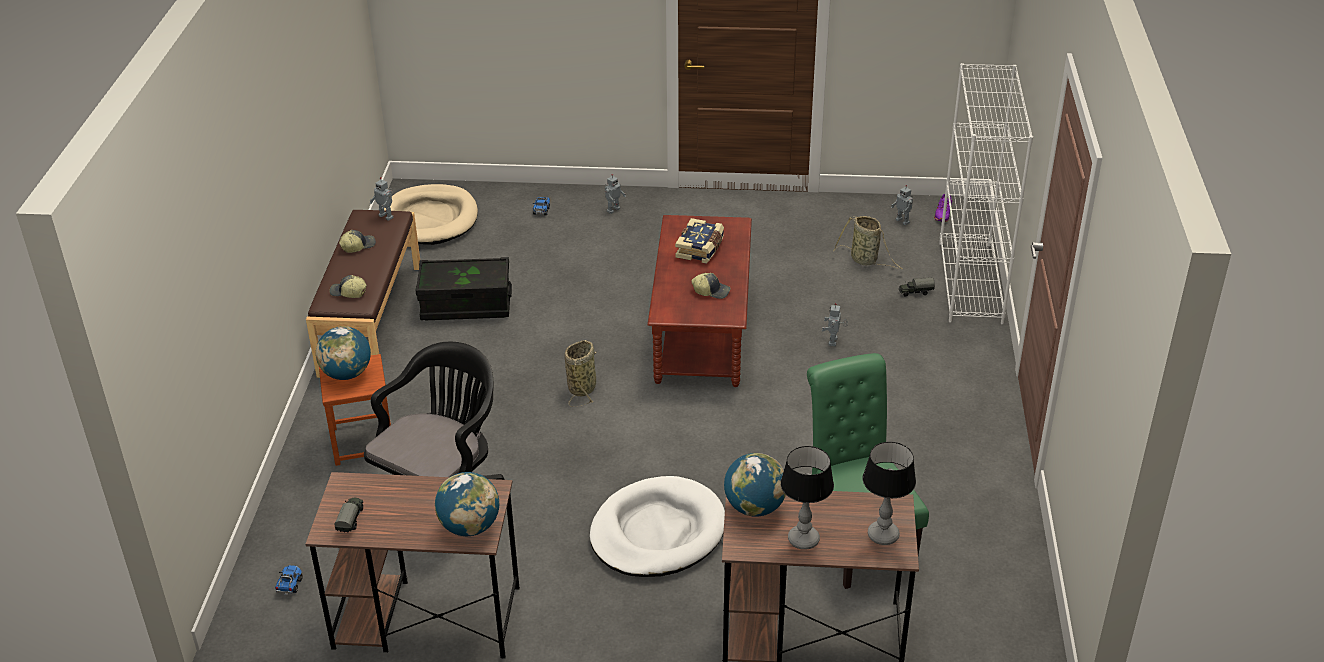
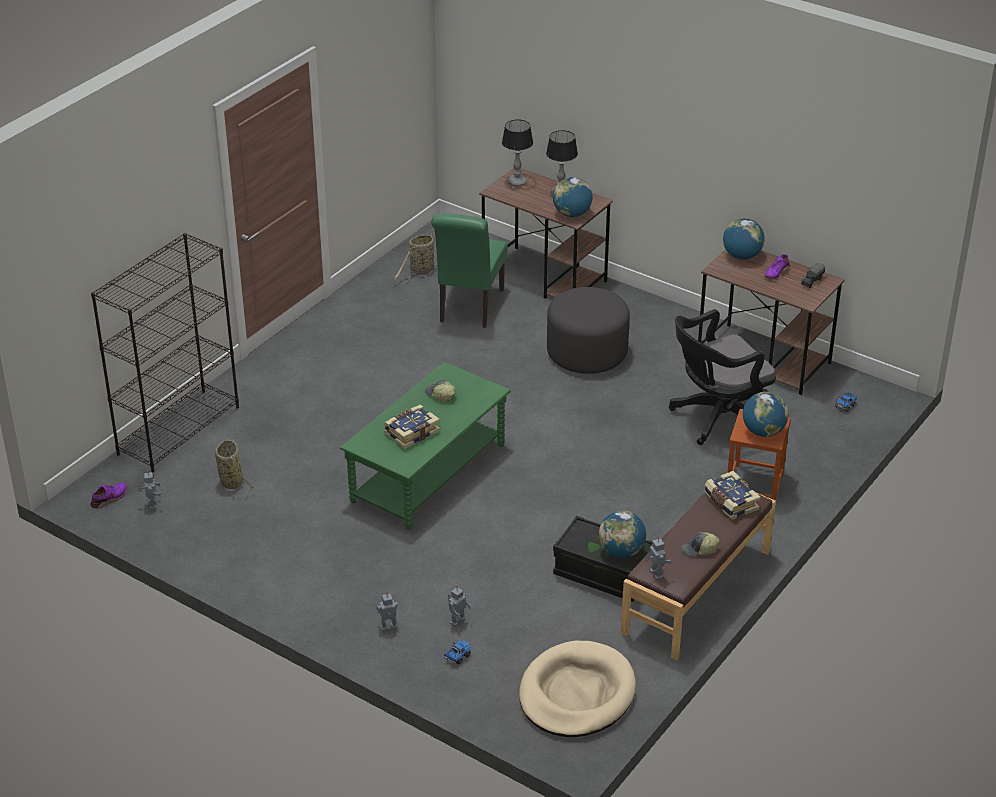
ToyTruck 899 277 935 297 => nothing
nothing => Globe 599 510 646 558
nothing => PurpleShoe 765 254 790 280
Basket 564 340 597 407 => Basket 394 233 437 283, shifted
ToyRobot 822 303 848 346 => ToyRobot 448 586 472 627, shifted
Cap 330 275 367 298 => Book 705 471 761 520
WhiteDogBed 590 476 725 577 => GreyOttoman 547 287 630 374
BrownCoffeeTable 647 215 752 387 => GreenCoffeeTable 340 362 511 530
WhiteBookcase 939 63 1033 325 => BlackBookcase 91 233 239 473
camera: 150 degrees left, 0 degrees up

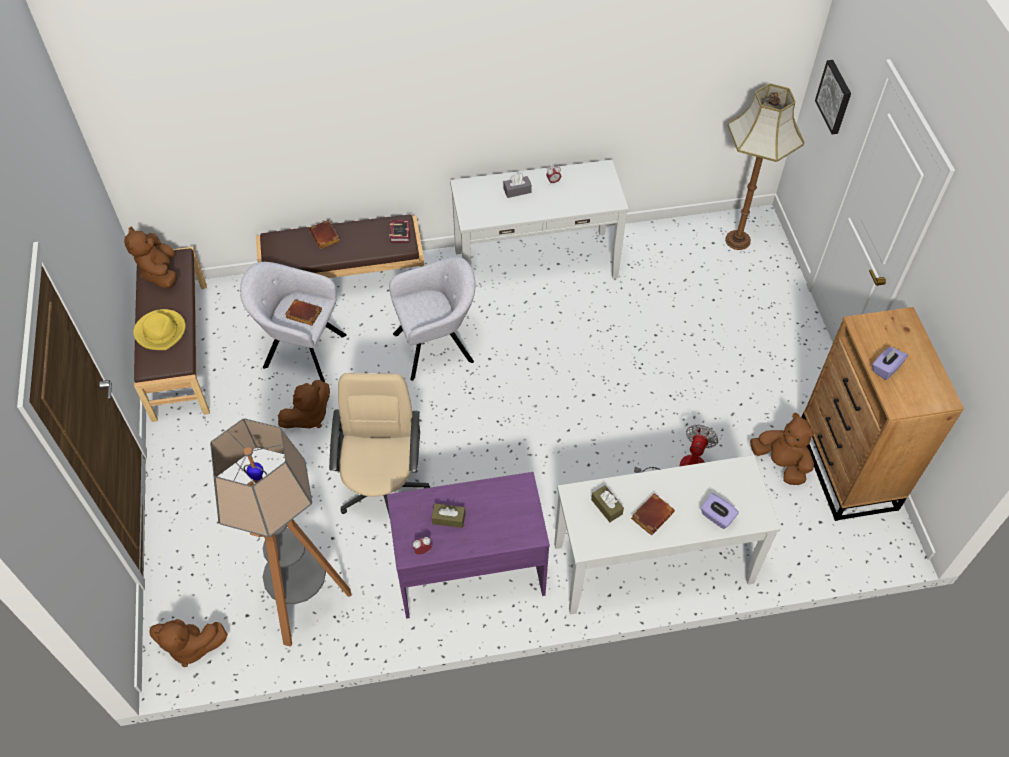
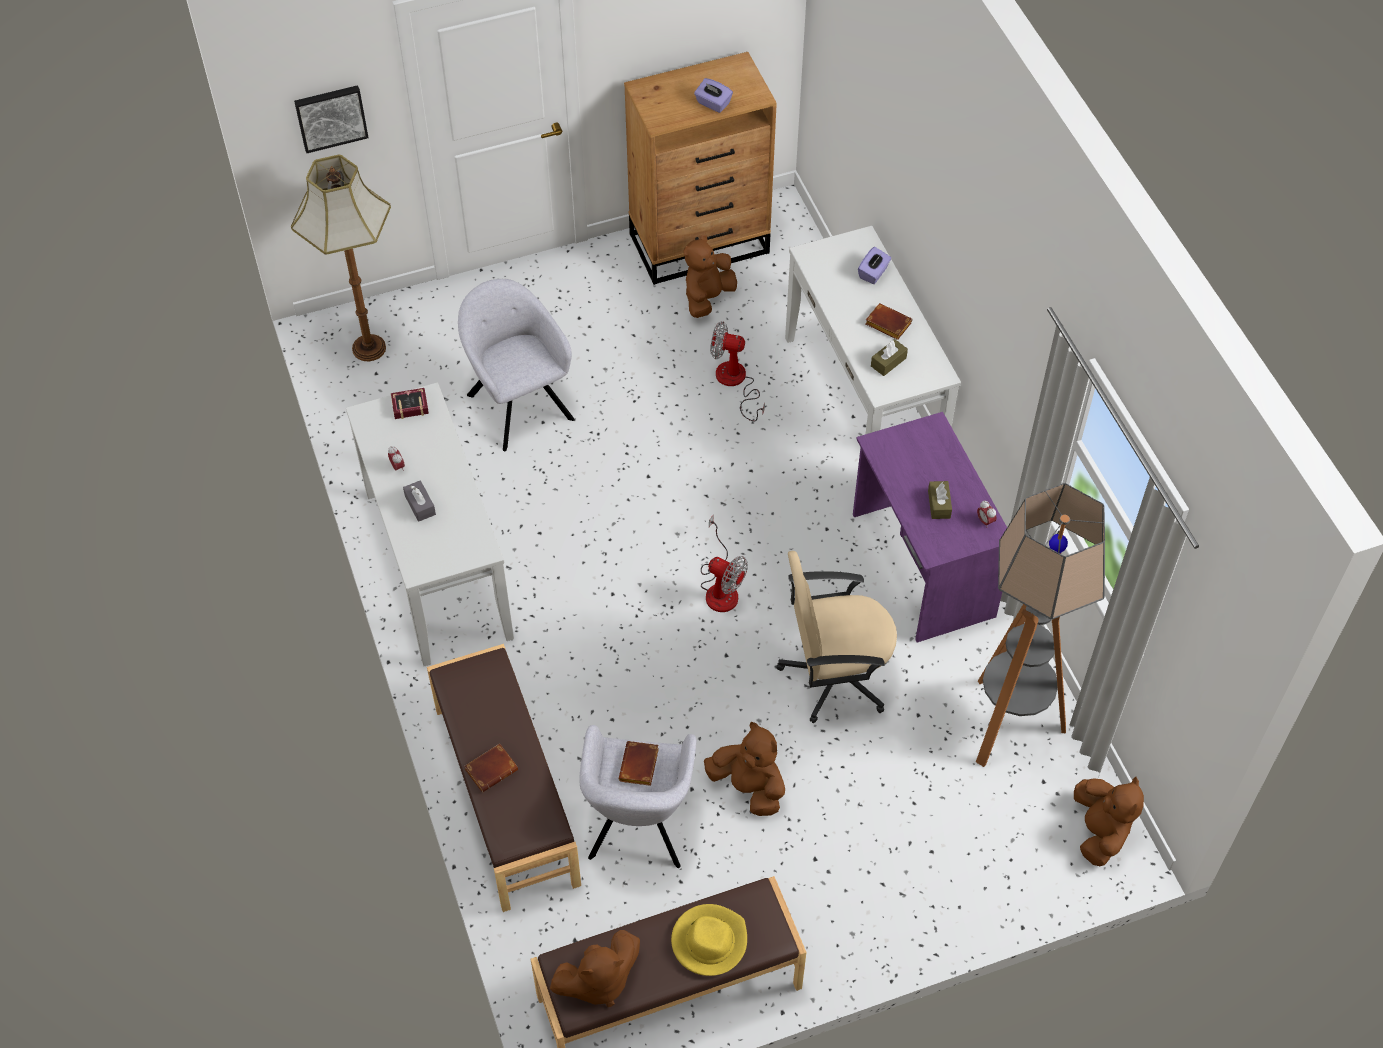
nothing => Fan 701 514 748 612
Book 389 220 410 243 => Book 391 388 429 419, shifted
GreyArmchair 389 257 475 381 => GreyArmchair 458 279 575 451, shifted
camera: 100 degrees left, 0 degrees up

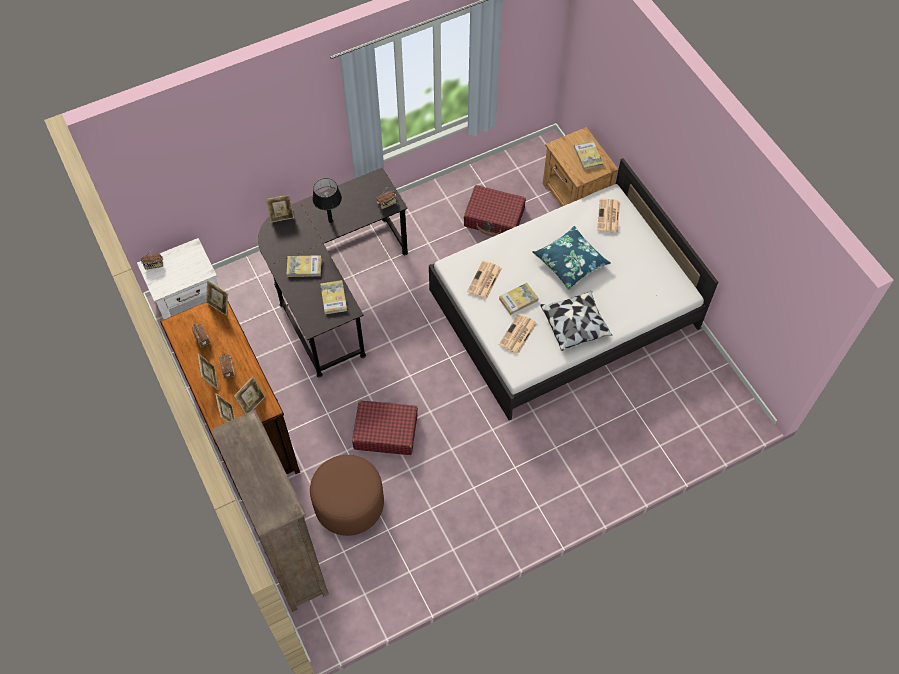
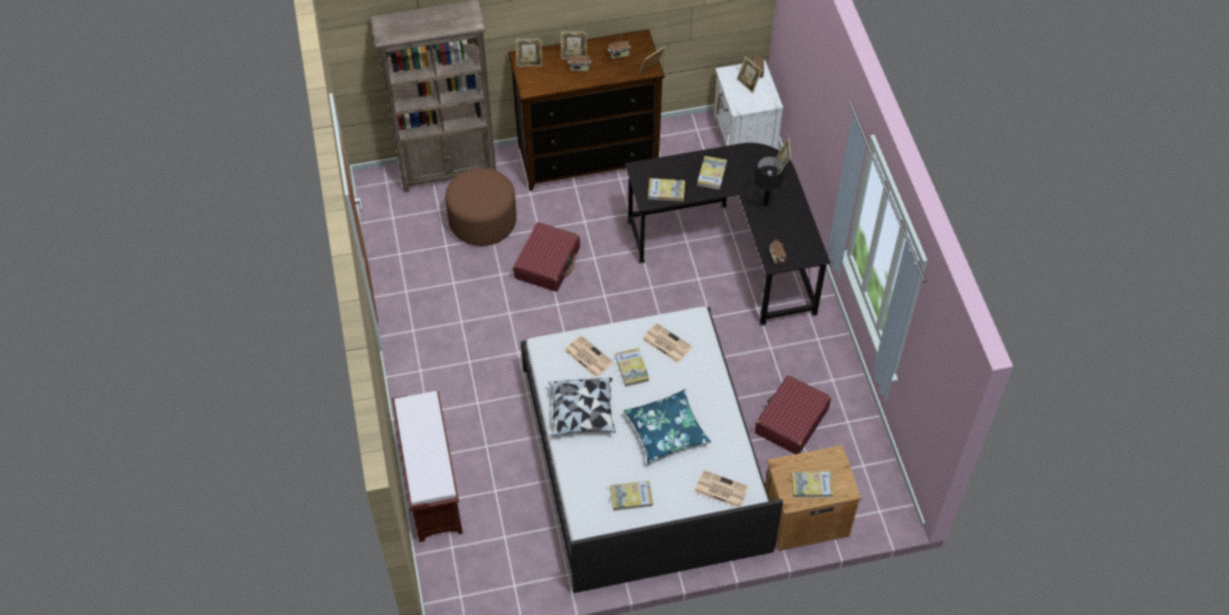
nothing => BrownBench 392 391 463 542
nothing => Book 610 481 653 511
PictureFrame 234 376 266 414 => PictureFrame 737 56 762 93, shifted
camera: 105 degrees right, 5 degrees down

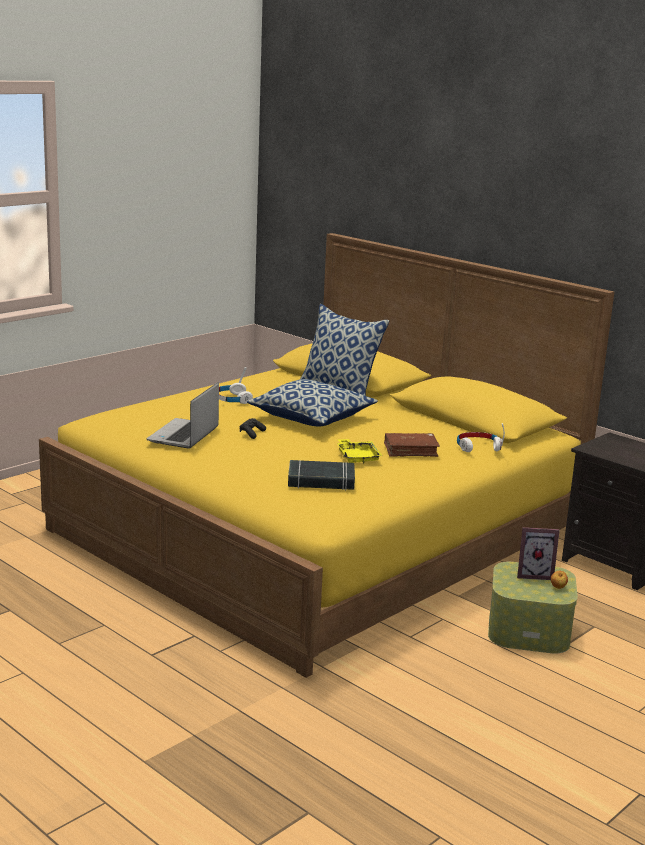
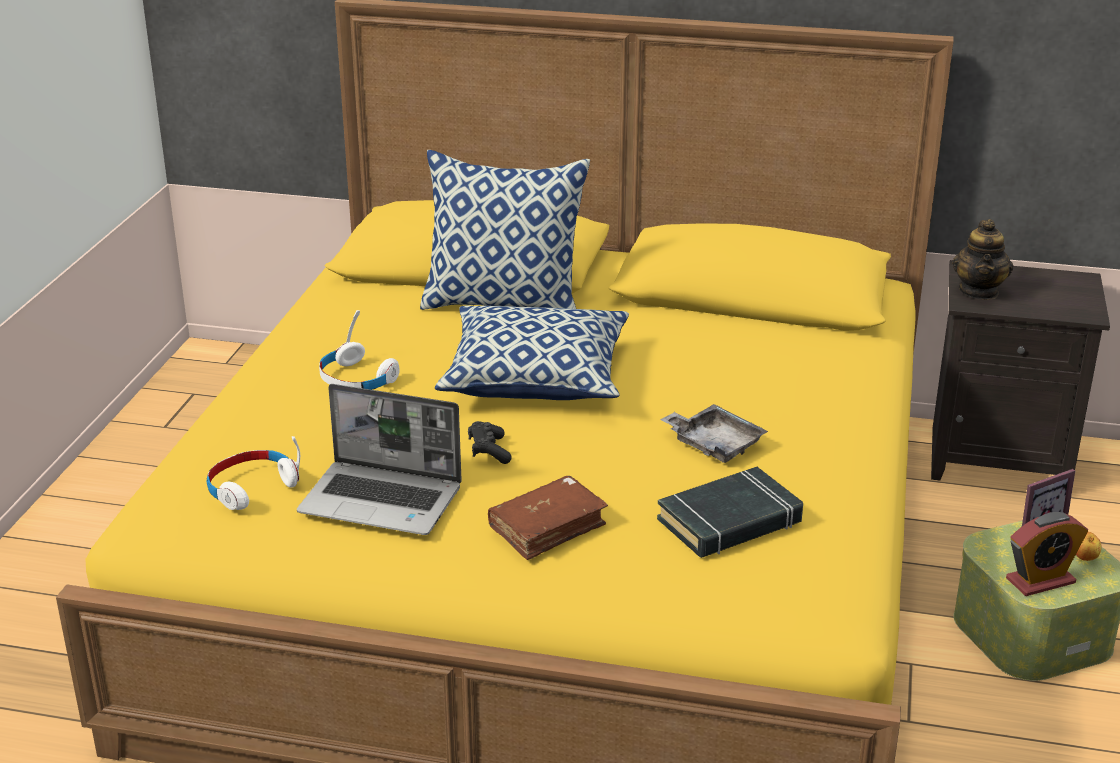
nothing => Teapot 952 219 1014 300
nothing => AlarmClock 1006 512 1088 596
BrownBook 384 433 440 457 => BrownBook 488 476 608 560, shifted
WhiteHeadphones 457 423 505 452 => WhiteHeadphones 207 436 300 510, shifted
YellowTray 337 439 382 463 => GreyTray 660 404 768 463
Laptop 147 382 219 449 => Laptop 297 384 462 535, 60 degrees counterclockwise
camera: 30 degrees left, 10 degrees up

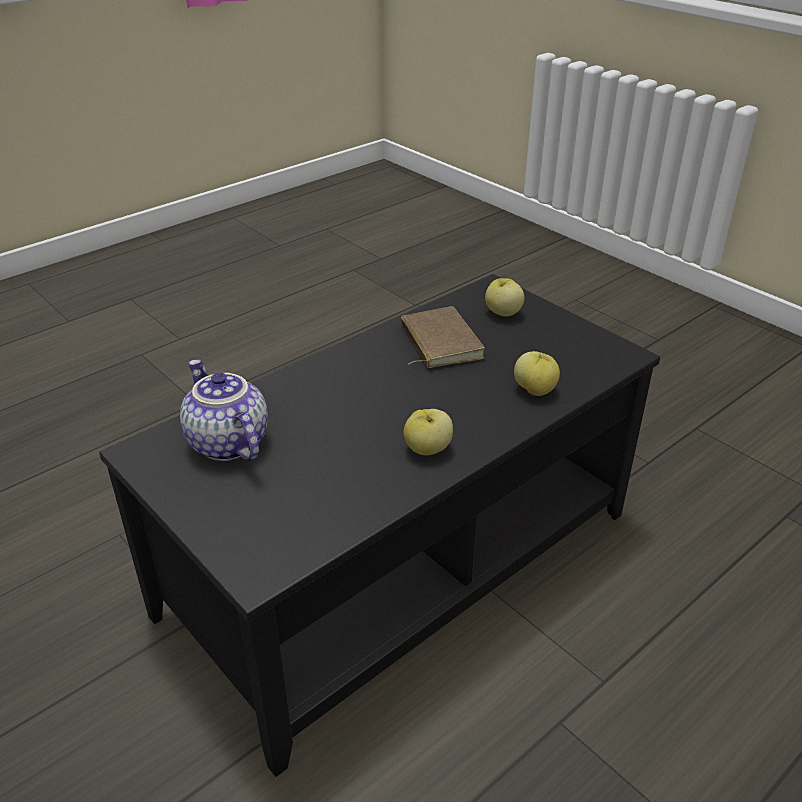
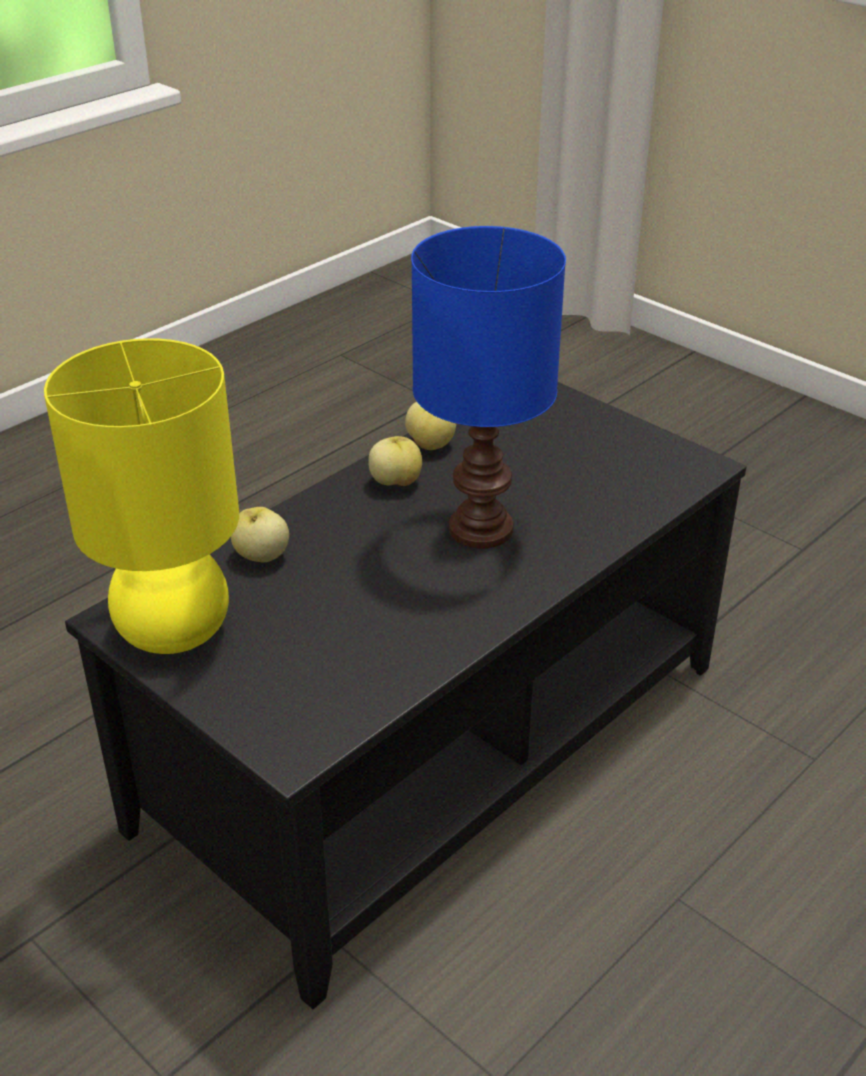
Teapot 180 359 268 461 => nothing
BrownBook 401 306 484 368 => nothing
nothing => YellowTableLamp 44 338 239 654
nothing => BlueTableLamp 411 226 566 548
Apple 485 278 524 317 => Apple 405 402 456 450, shifted
camera: 175 degrees right, 0 degrees up

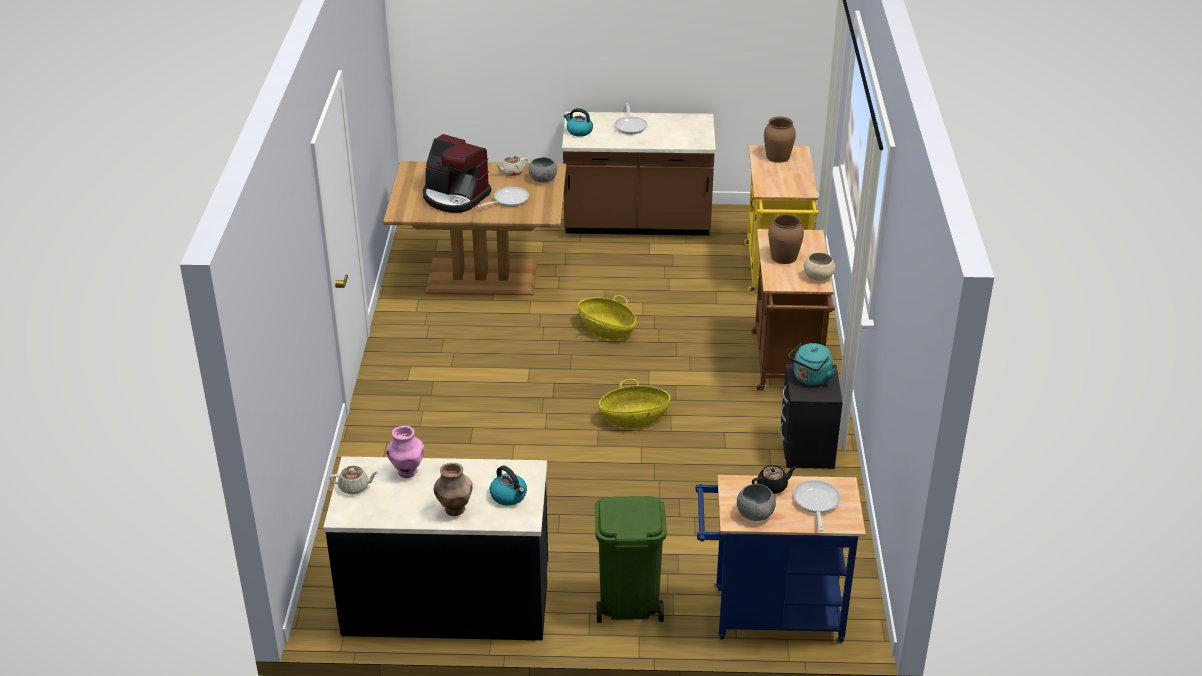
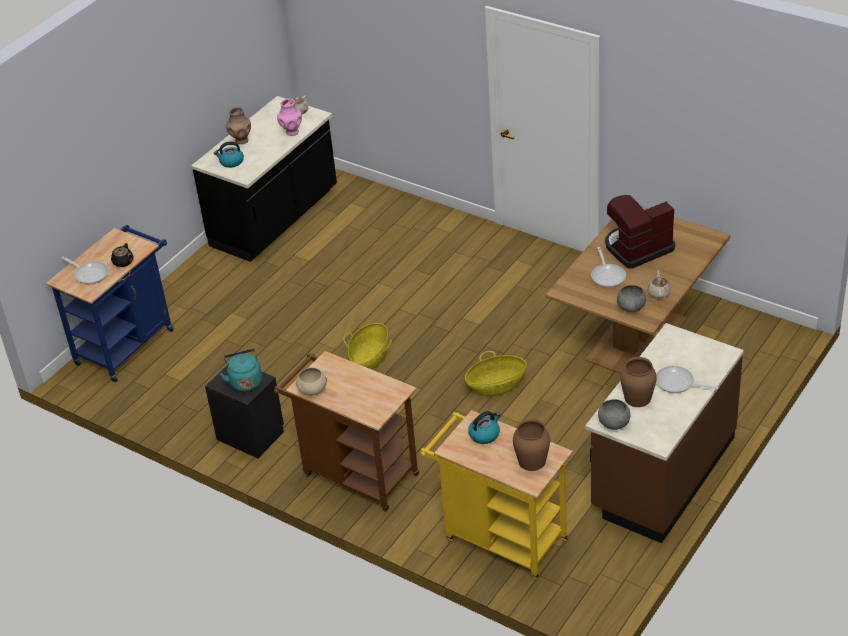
GreenTrashCan 595 496 667 623 => nothing
Kettle 564 108 593 137 => Kettle 468 411 500 444, shifted
GreyBowl 737 484 776 521 => GreyBowl 598 399 630 430, shifted
BrownVase 768 213 804 264 => BrownVase 620 357 657 407, shifted
camera: 125 degrees right, 5 degrees up

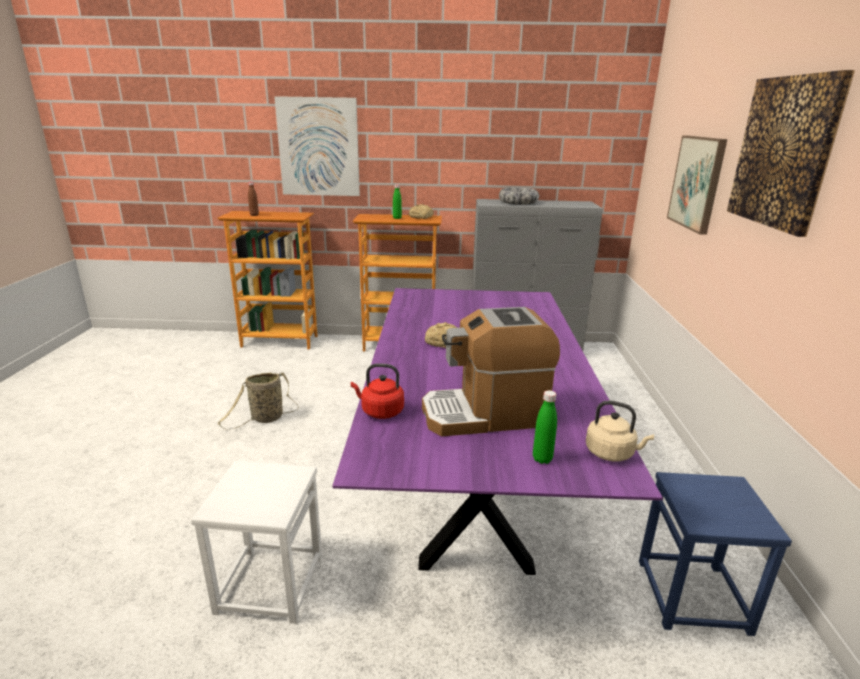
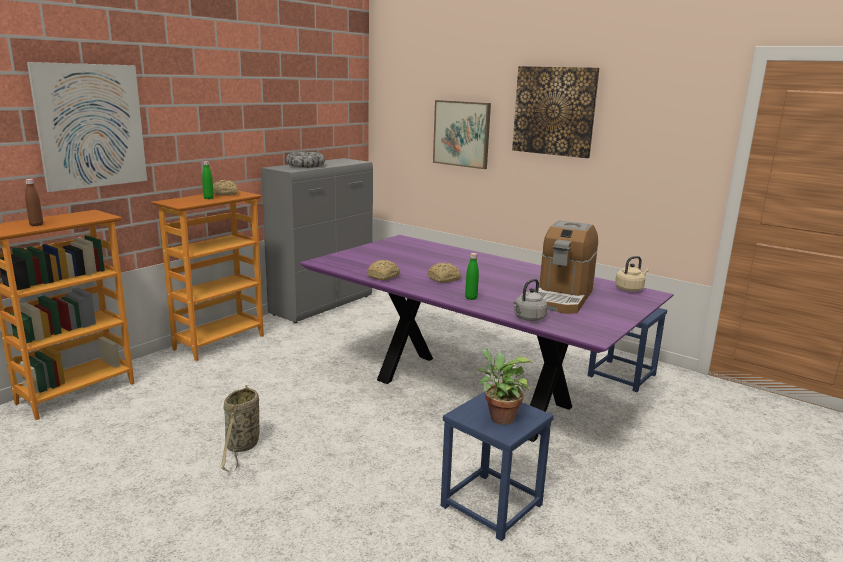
nothing => Bread 367 260 400 280
nothing => PottedPlant 477 348 532 425
GreenBottle 533 390 557 464 => GreenBottle 465 253 479 300, shifted
WhiteStool 191 460 322 624 => BlueStool 441 392 554 541
RedKettle 351 364 404 419 => GreyKettle 513 279 547 321
camera: 55 degrees left, 5 degrees down

